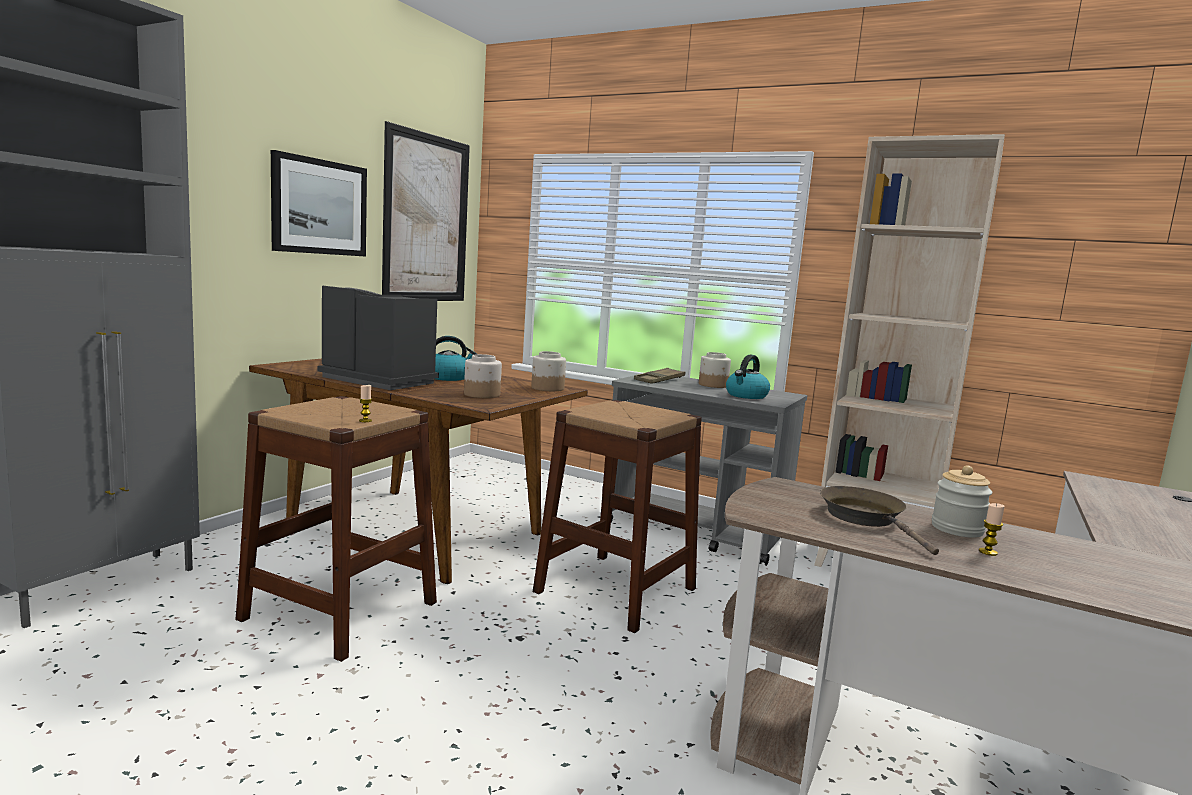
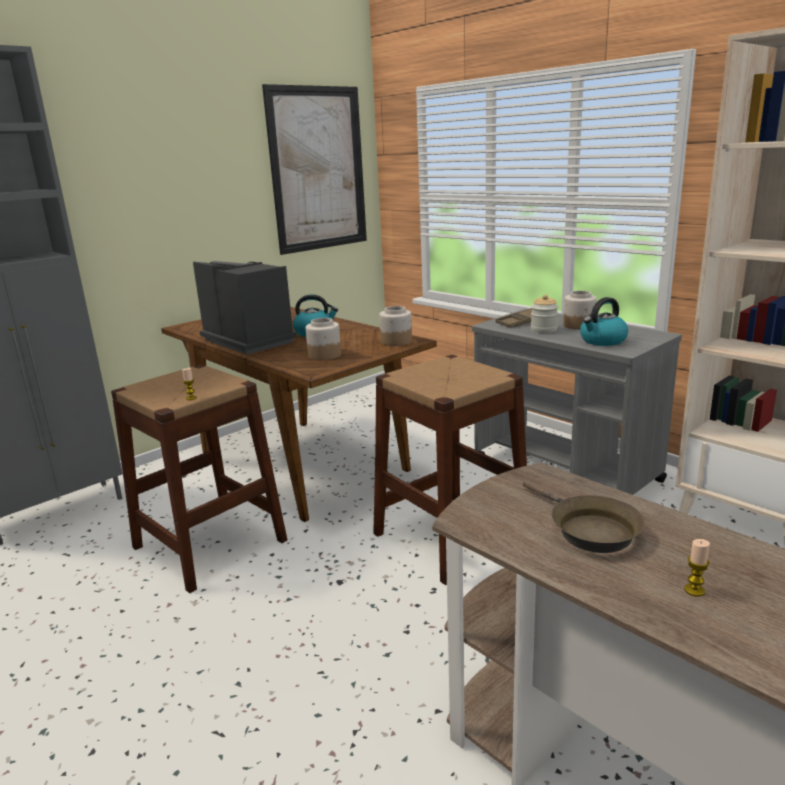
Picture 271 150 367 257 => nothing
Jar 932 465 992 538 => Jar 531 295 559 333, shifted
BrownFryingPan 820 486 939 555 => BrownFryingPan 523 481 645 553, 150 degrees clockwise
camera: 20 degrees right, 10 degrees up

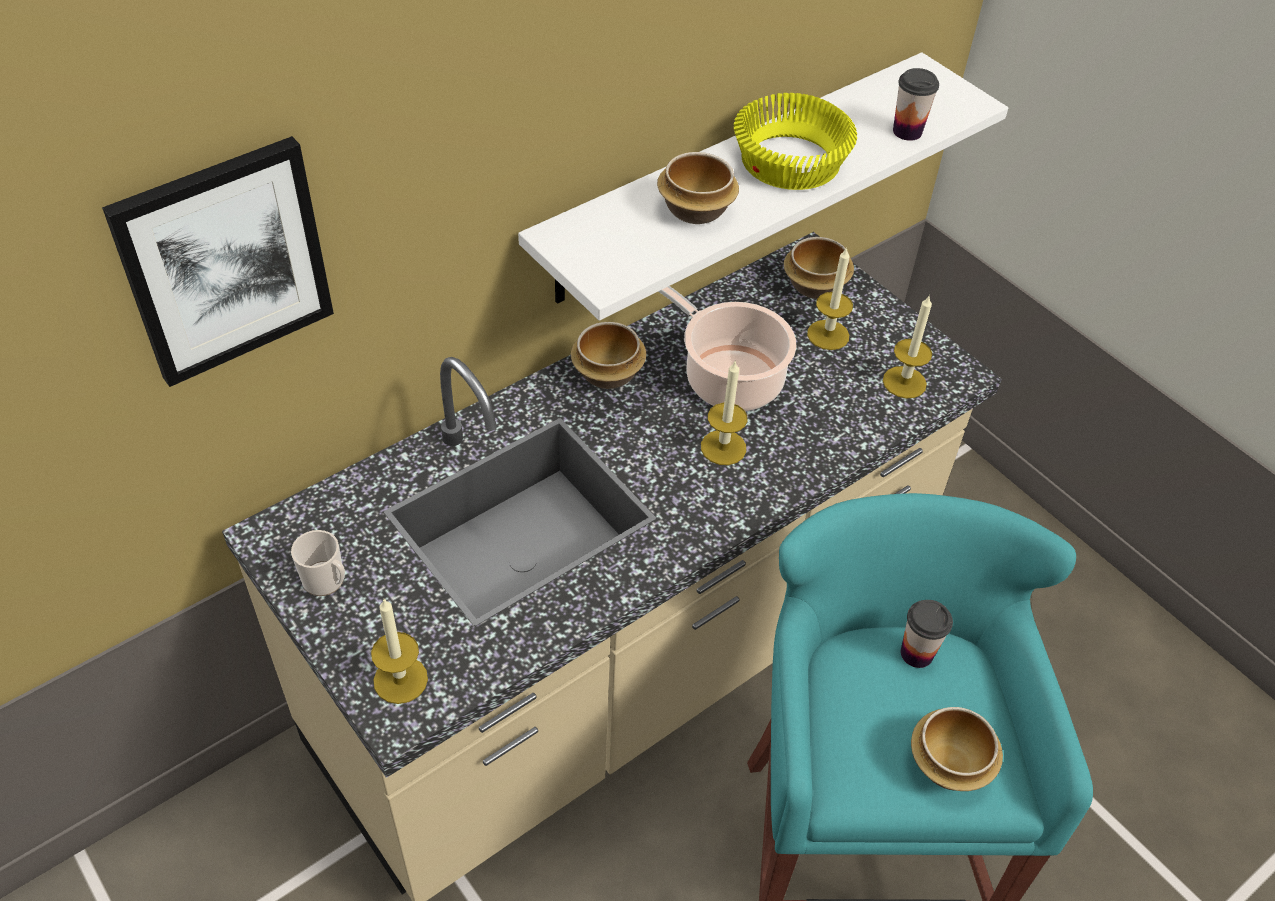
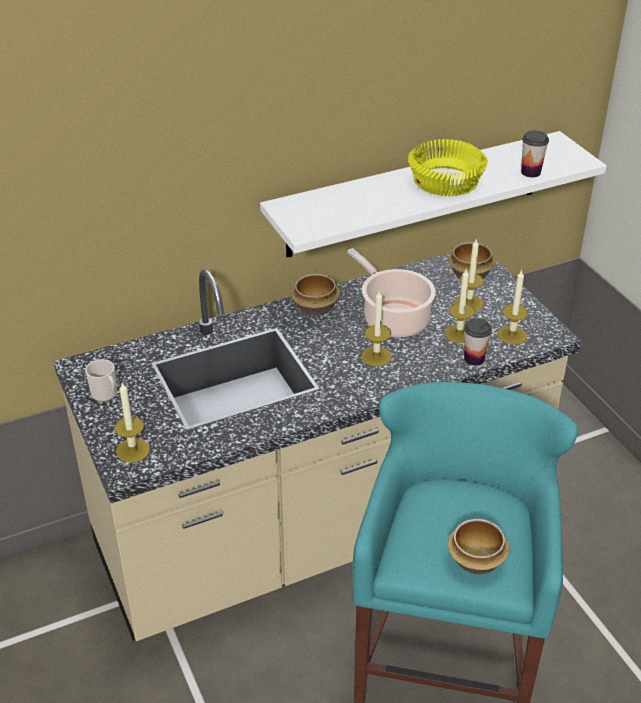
Picture 102 136 334 387 => nothing
Bowl 657 152 739 224 => nothing
nothing => Candle 445 268 475 343
Cup 901 600 953 668 => Cup 464 318 492 366, shifted
camera: 15 degrees right, 10 degrees down

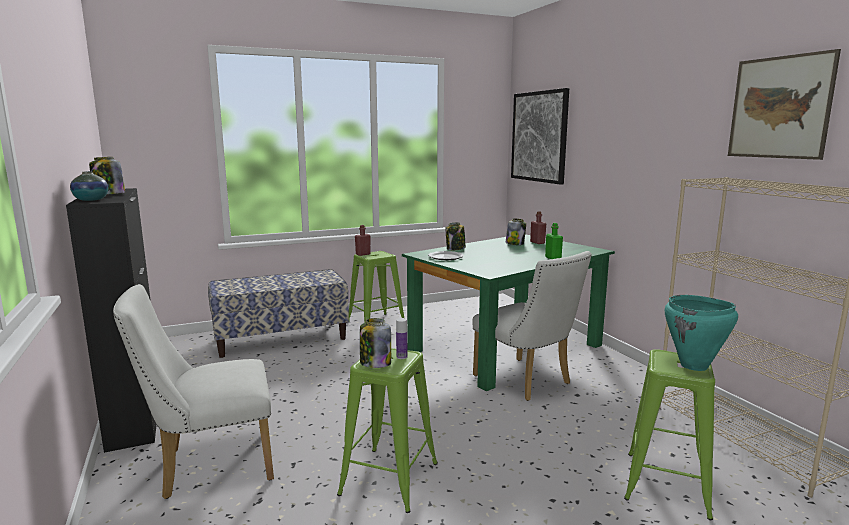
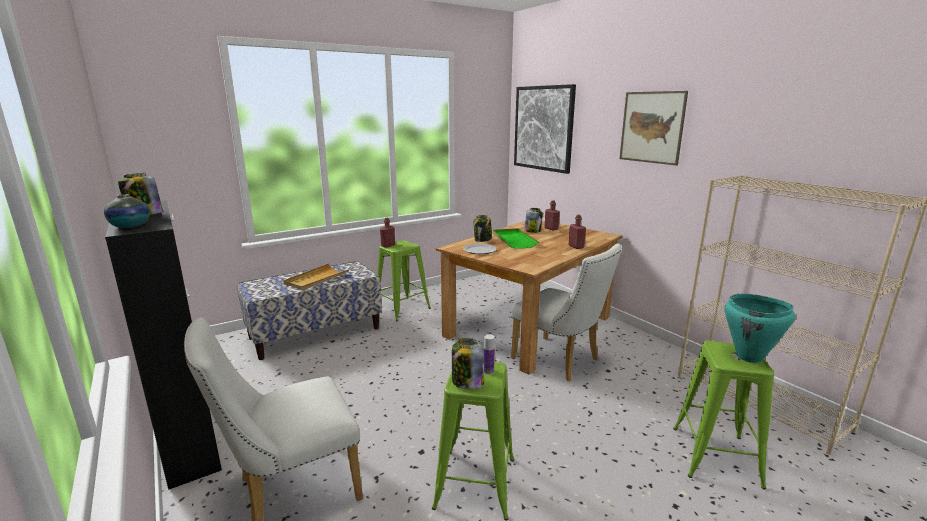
nothing => BeigeTray 283 264 349 291
nothing => GreenTray 493 228 539 249
Picture 728 49 841 160 => Picture 620 91 688 166, shifted
GreenDiningTable 402 234 615 391 => BrownDiningTable 436 221 622 375
GreenBottle 545 223 563 259 => RedBottle 569 215 586 249
camera: 10 degrees left, 5 degrees up

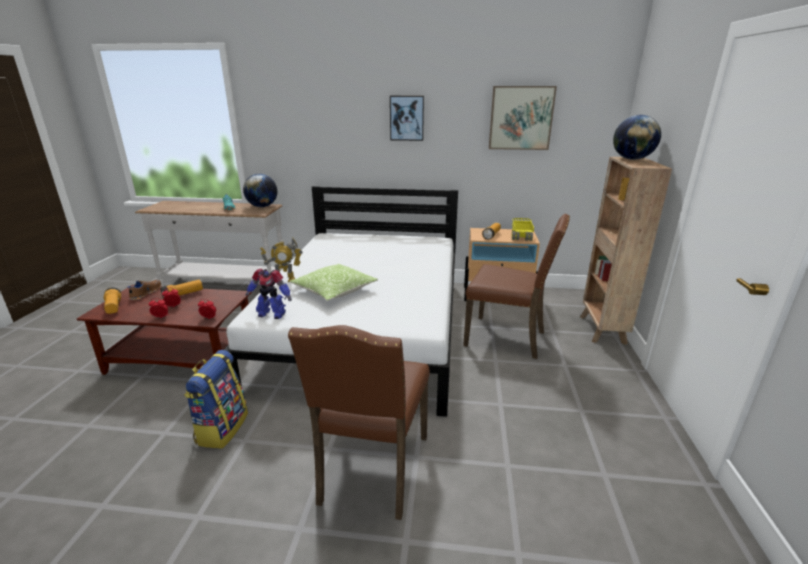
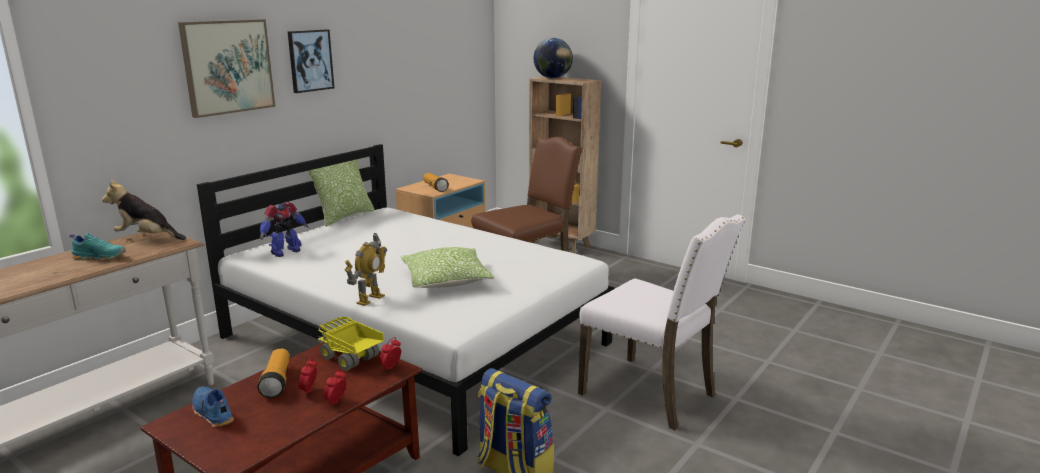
Flashlight 104 287 121 314 => nothing
nothing => Pillow 308 159 374 227
ToyRobot 245 269 292 319 => ToyRobot 260 202 309 257, shifted
Picture 489 86 557 150 => Picture 178 19 275 118, shifted
ToyTruck 512 218 534 241 => ToyTruck 318 317 384 371, shifted
Globe 243 174 278 207 => PlushToy 102 180 186 240
BrownShoe 127 280 161 300 => BlueShoe 192 386 234 428
BrownChair 288 325 430 520 => WhiteChair 578 214 745 430
camera: 60 degrees left, 5 degrees down

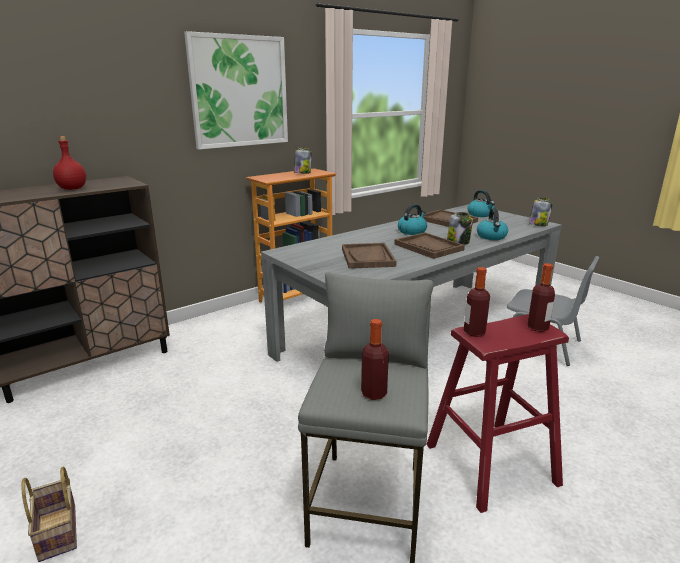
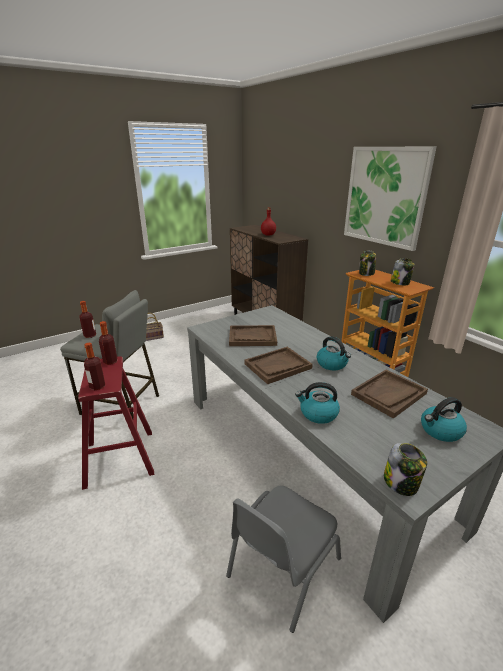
Jar 447 212 473 245 => Jar 359 250 376 276, shifted
camera: 95 degrees right, 5 degrees up

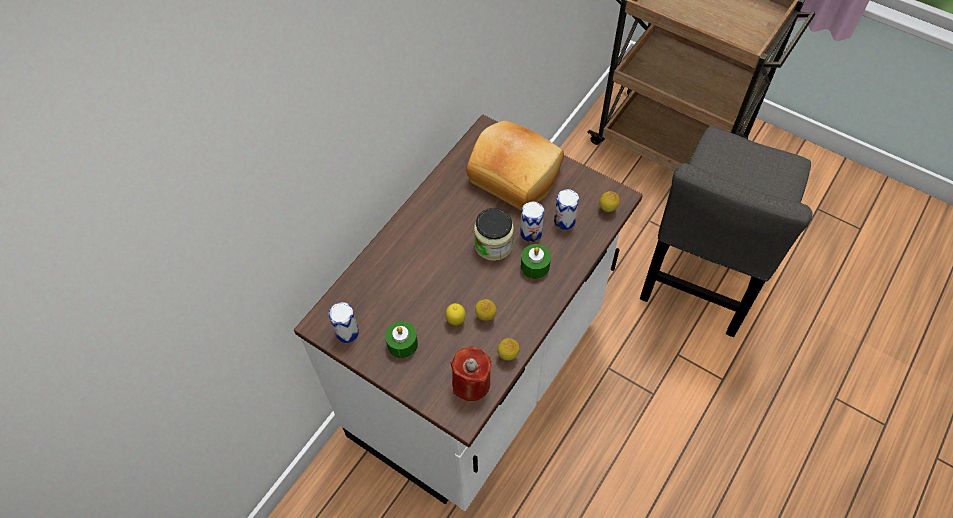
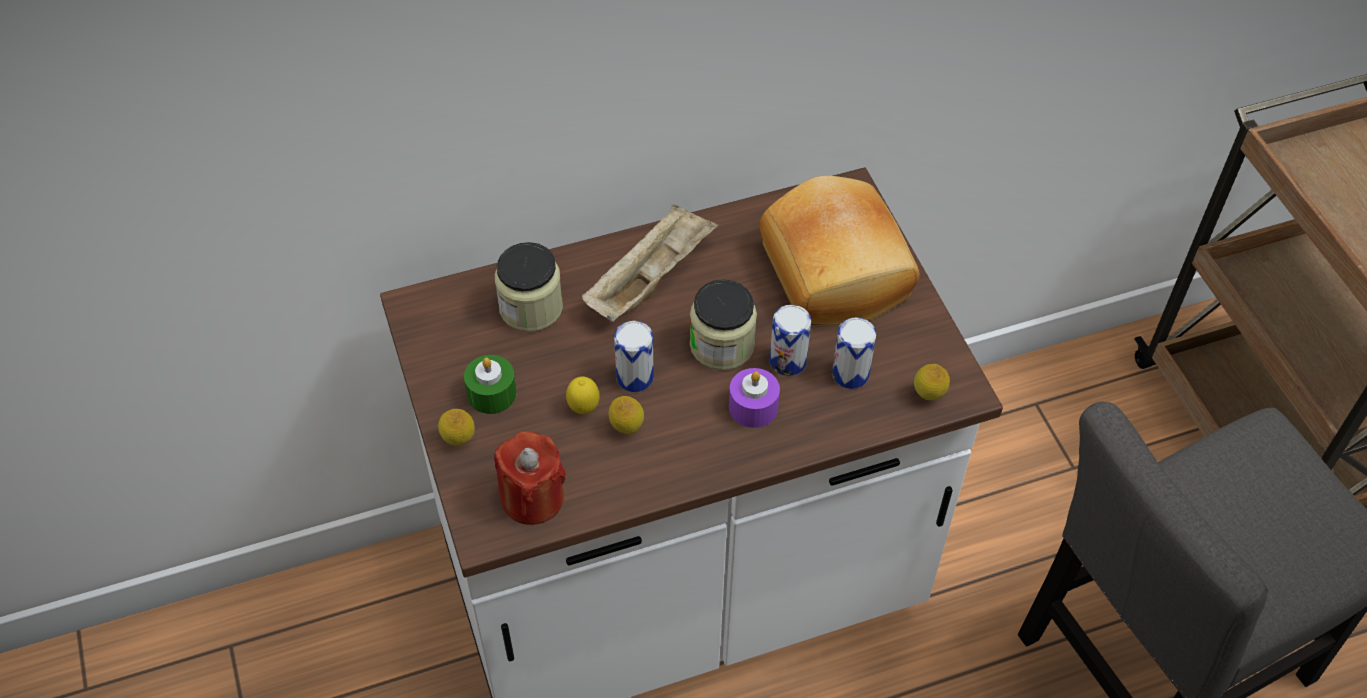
nothing => Jar 495 242 563 332
nothing => BeigeTray 582 204 718 322
Can 329 302 359 343 => Can 614 321 654 392, shifted
Lemon 497 338 519 361 => Lemon 438 409 475 446, shifted
GreenCandle 521 244 551 279 => PurpleCandle 729 368 780 428
camera: 35 degrees right, 5 degrees down

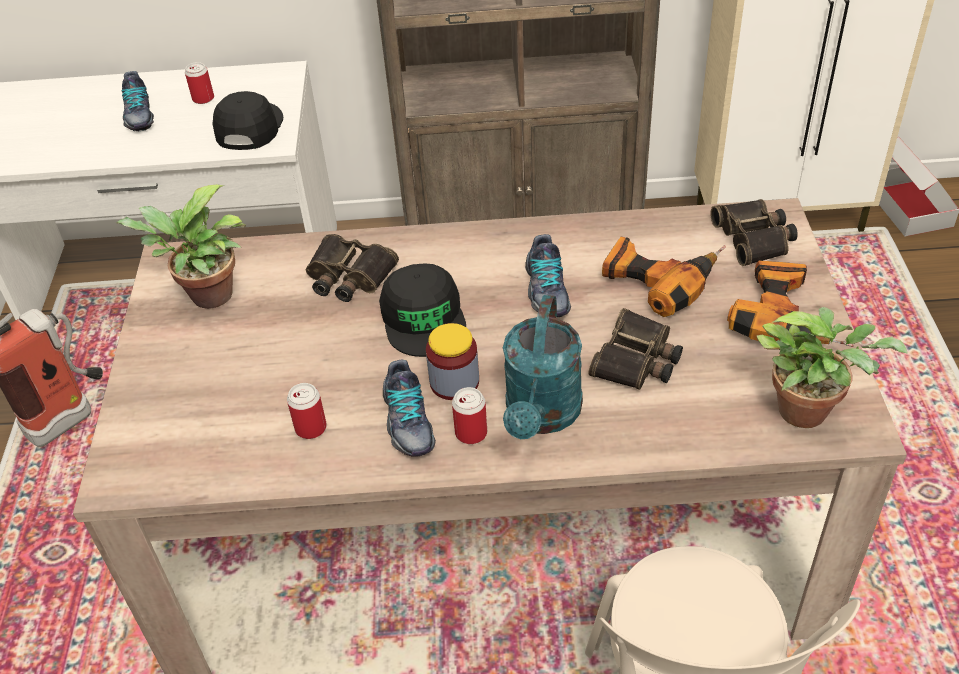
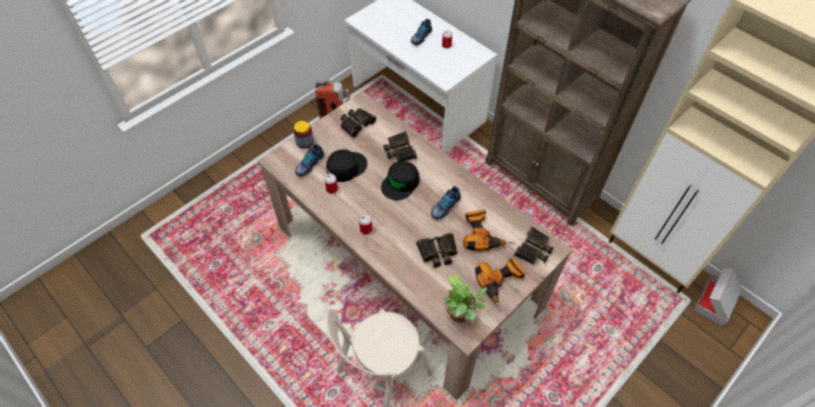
TurquoiseWateringCan 503 295 583 439 => nothing
BlackCap 213 91 283 150 => BlackCap 326 149 367 182, shifted
Shoe 383 359 436 457 => Shoe 295 143 324 176, shifted
Jar 426 323 479 400 => Jar 293 121 314 148, shifted
PottedPlant 116 184 246 309 => Binoculars 340 108 376 138
camera: 45 degrees right, 10 degrees up

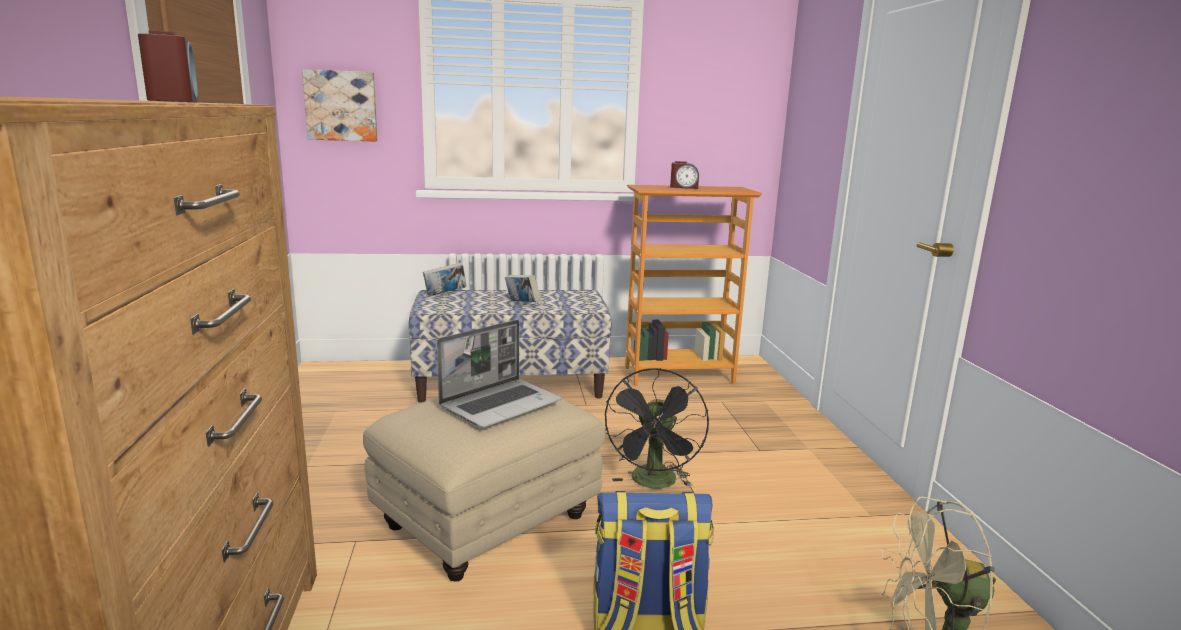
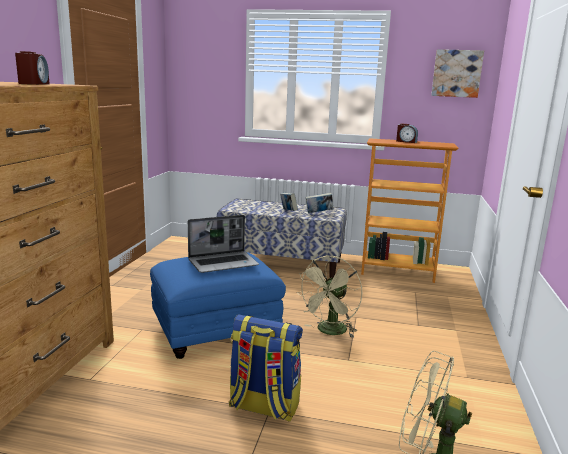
Picture 302 69 378 141 => Picture 431 49 484 98, shifted
Book 423 262 466 296 => Book 306 193 333 213, shifted
BeigeOttoman 363 397 606 582 => BlueOttoman 150 252 286 359
BlackFan 605 368 709 489 => BeigeFan 296 256 362 337
camera: 20 degrees right, 0 degrees up

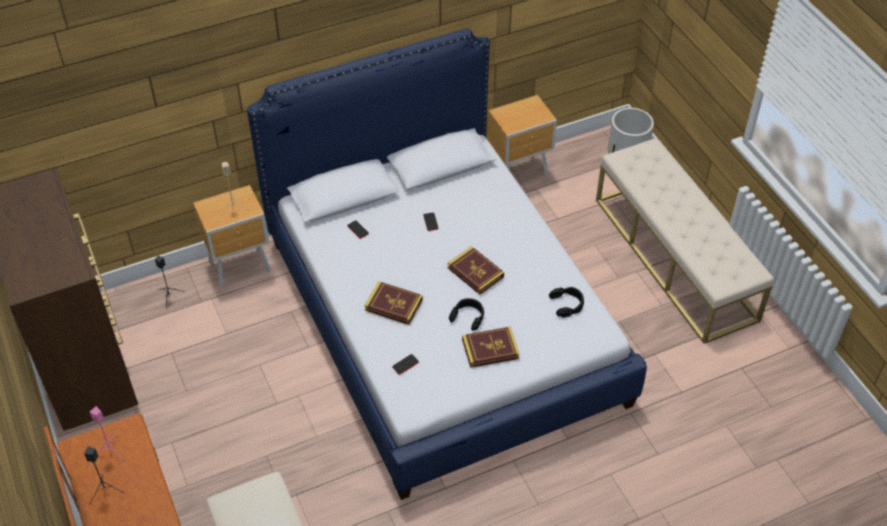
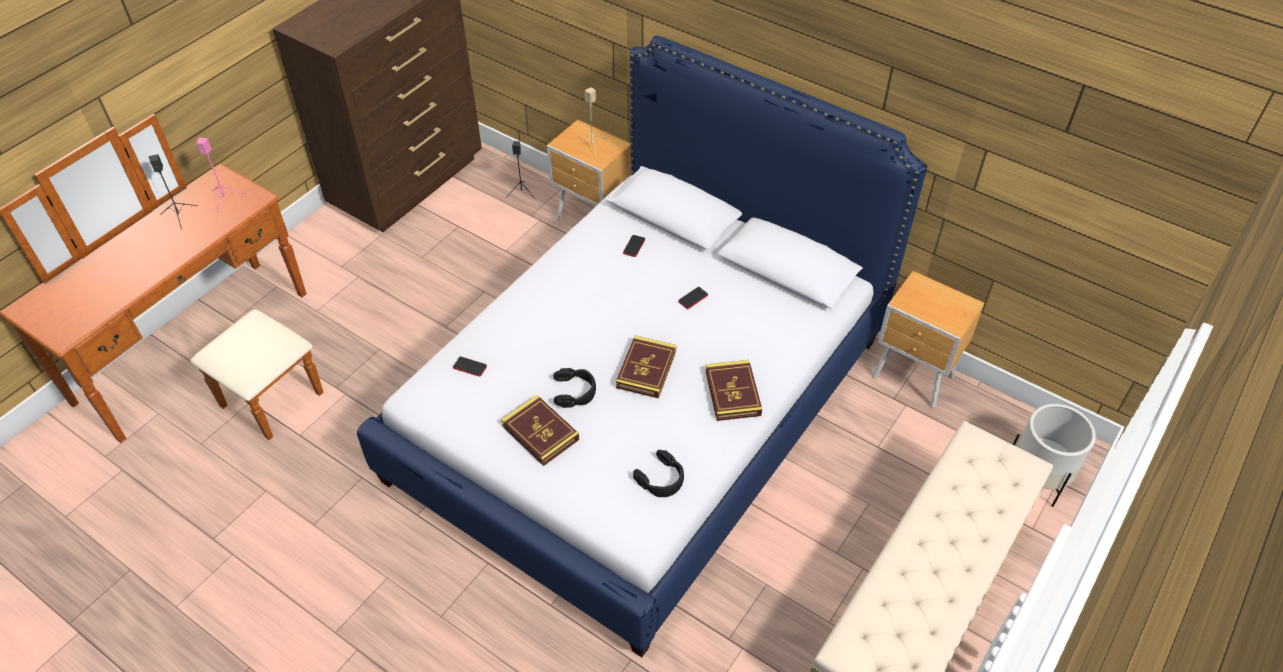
Book 365 281 423 325 => Book 705 360 762 421, shifted
camera: 60 degrees right, 0 degrees up

